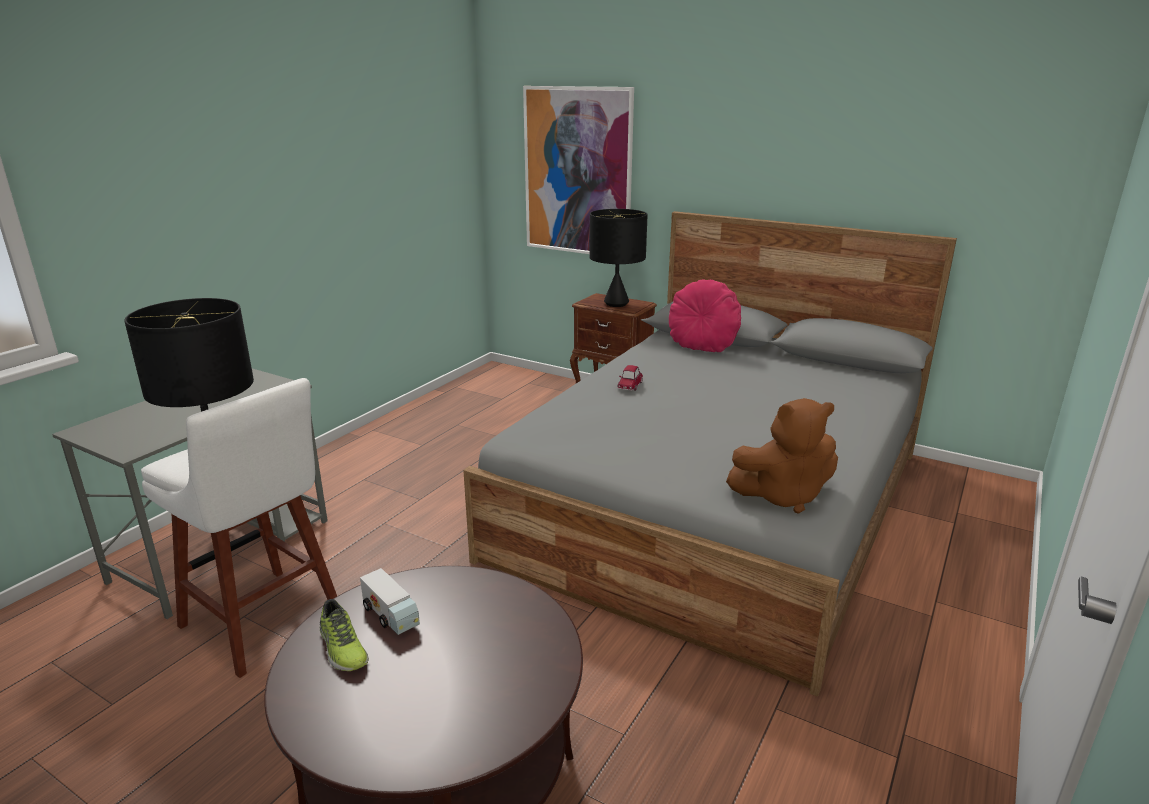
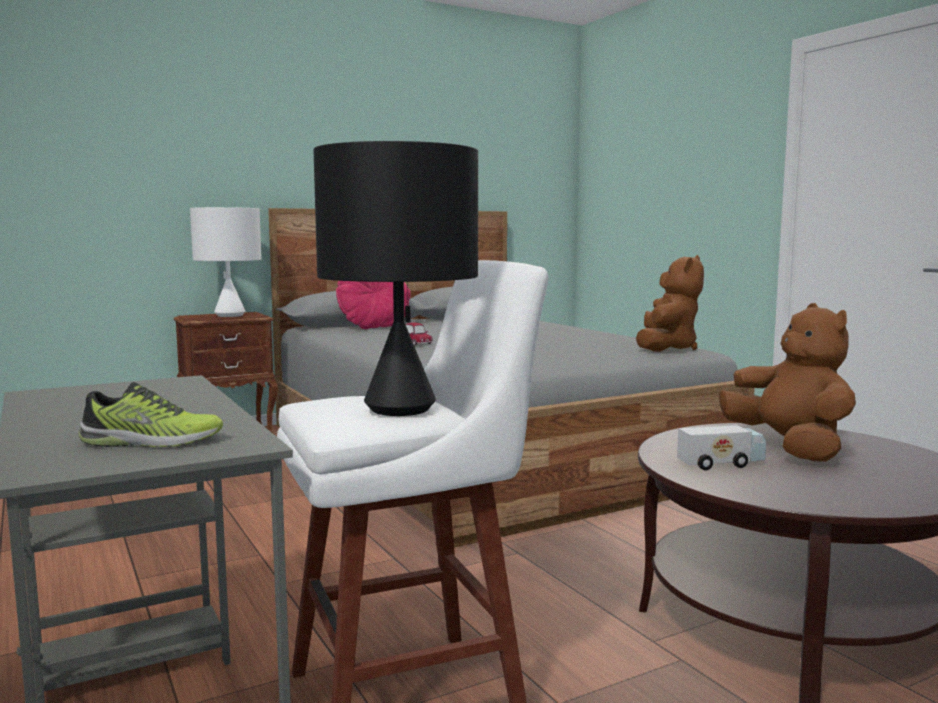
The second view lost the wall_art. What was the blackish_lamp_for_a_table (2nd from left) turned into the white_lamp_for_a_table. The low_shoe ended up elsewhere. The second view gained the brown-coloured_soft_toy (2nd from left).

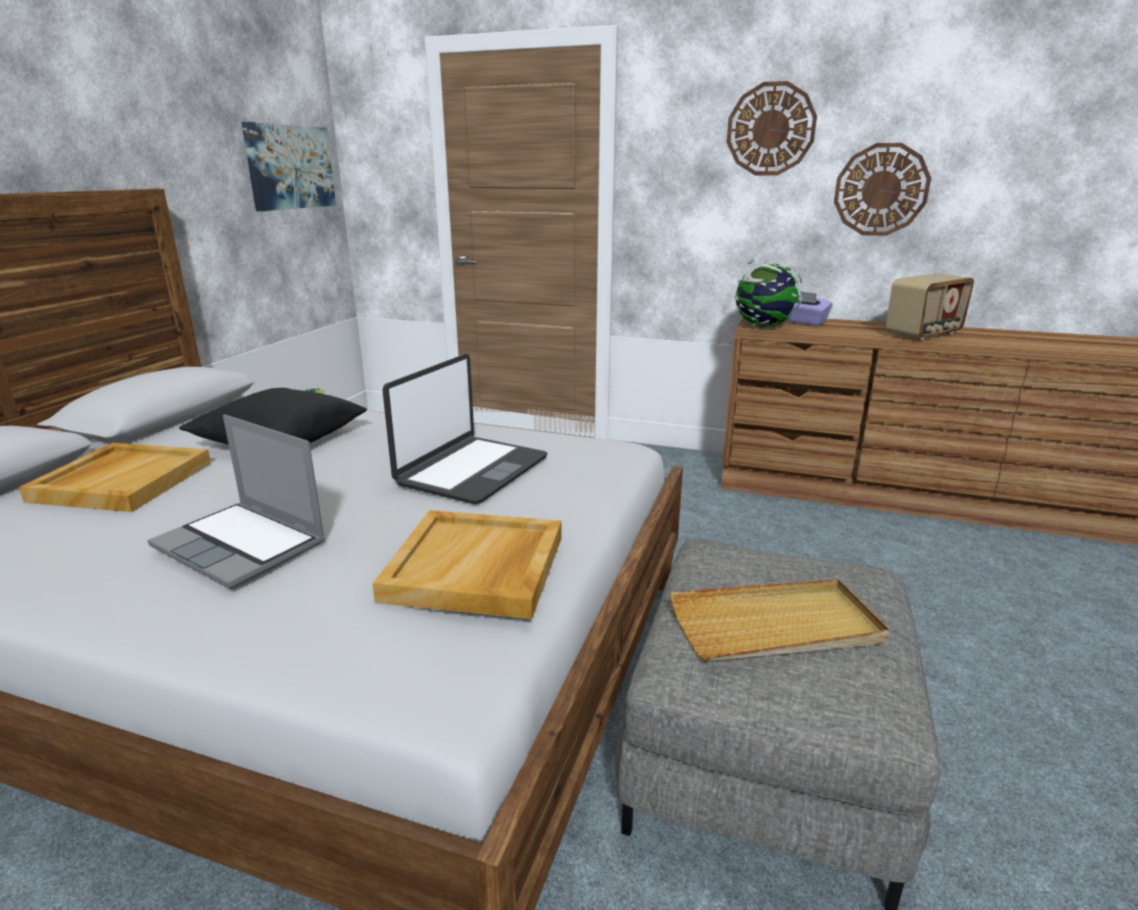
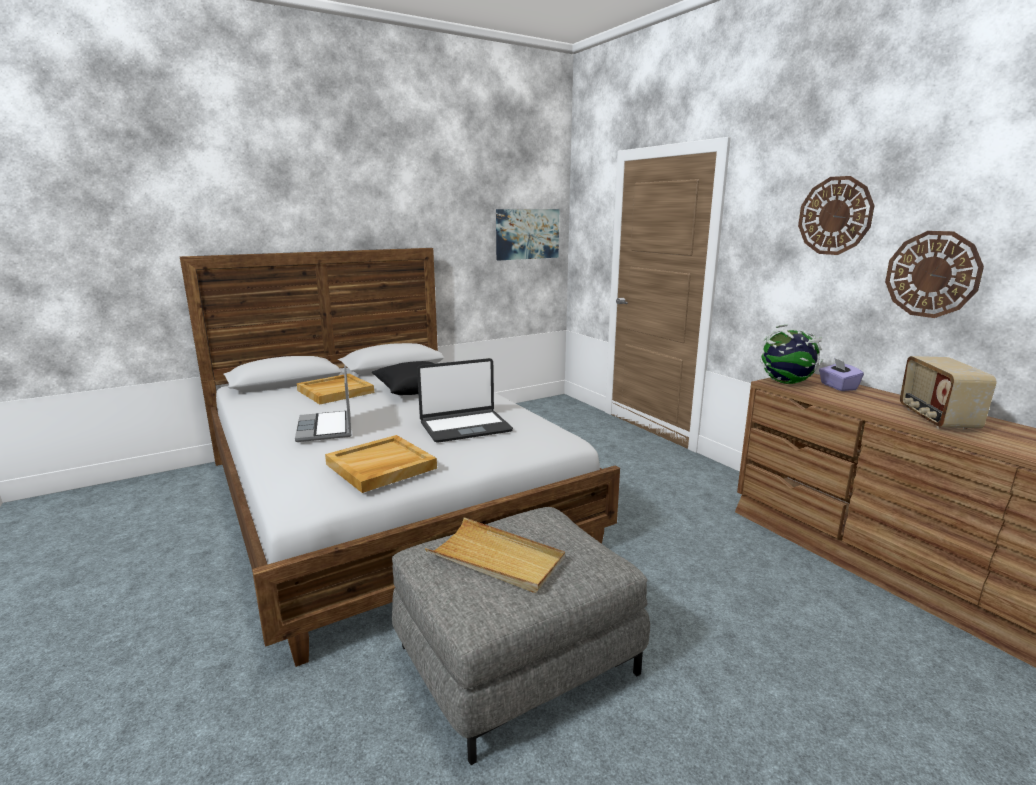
The radio_set ended up facing another way, 90 degrees clockwise from before.

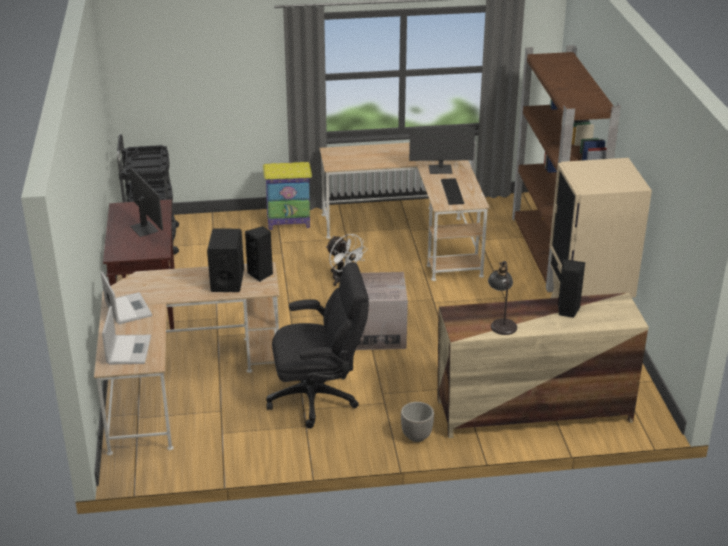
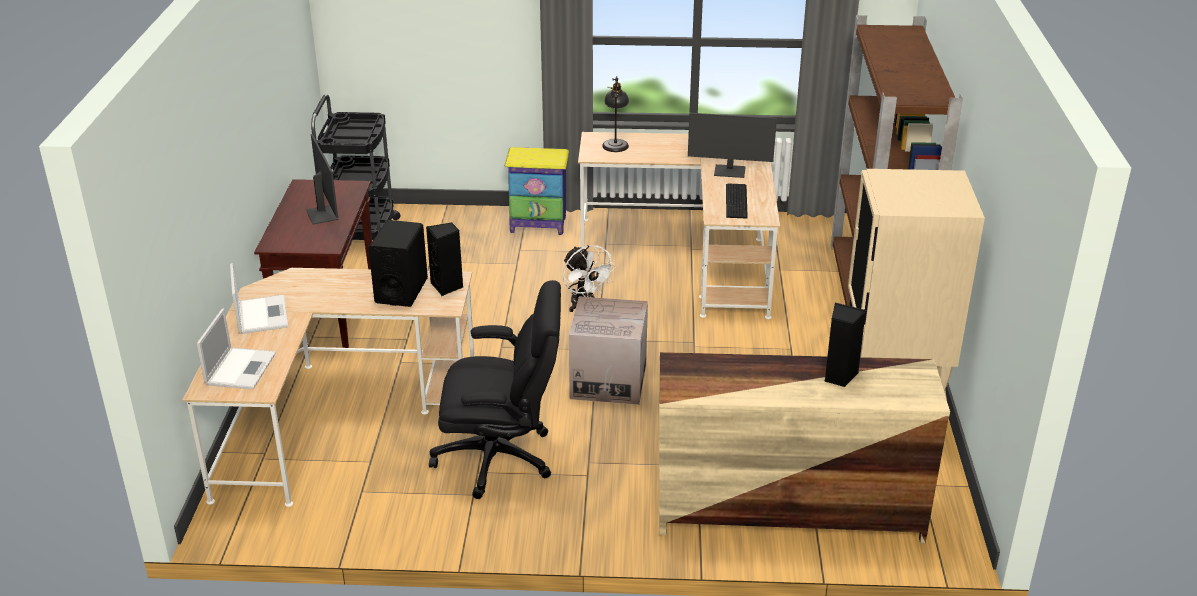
The grey_lamp_for_a_table ended up elsewhere. The second view lost the flower_pot.

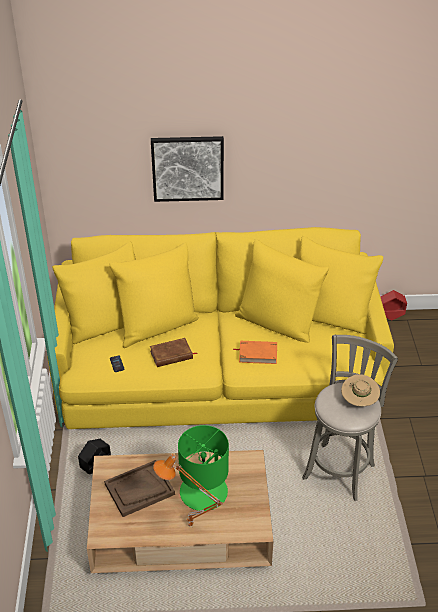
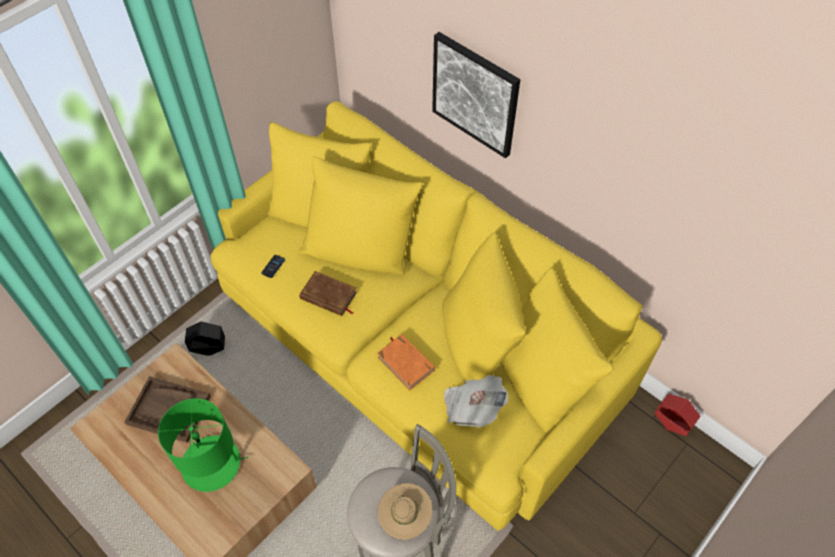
The second view lost the orange-coloured_lamp_for_a_table. The second view gained the printed_paper.

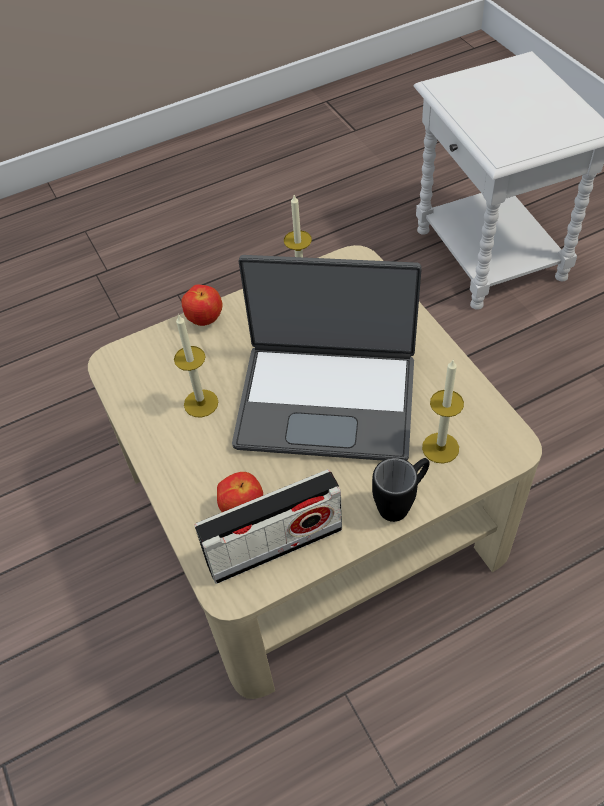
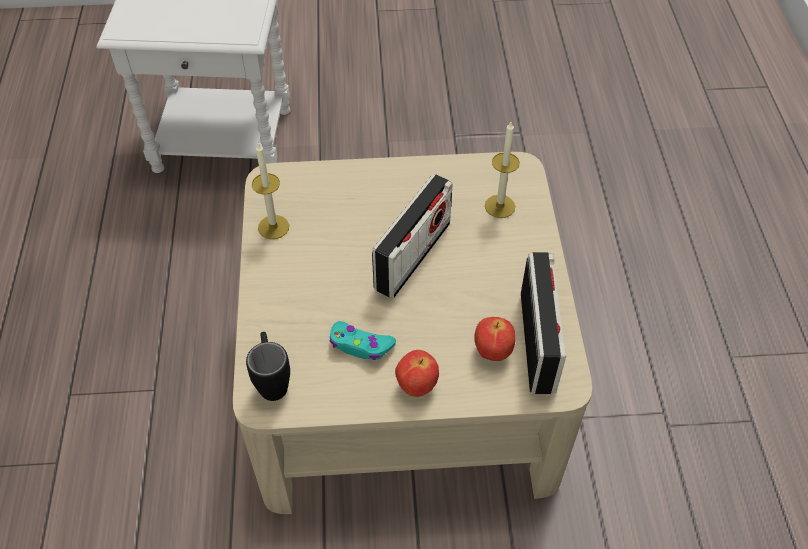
Where the laptop stood, the radio_set (1st from left) came to stand. The apple_fruit (1st from left) ended up elsewhere. Where the wax_candle (1st from left) stood, the turquoise_gamepad came to stand. The blackish_mug ended up elsewhere.

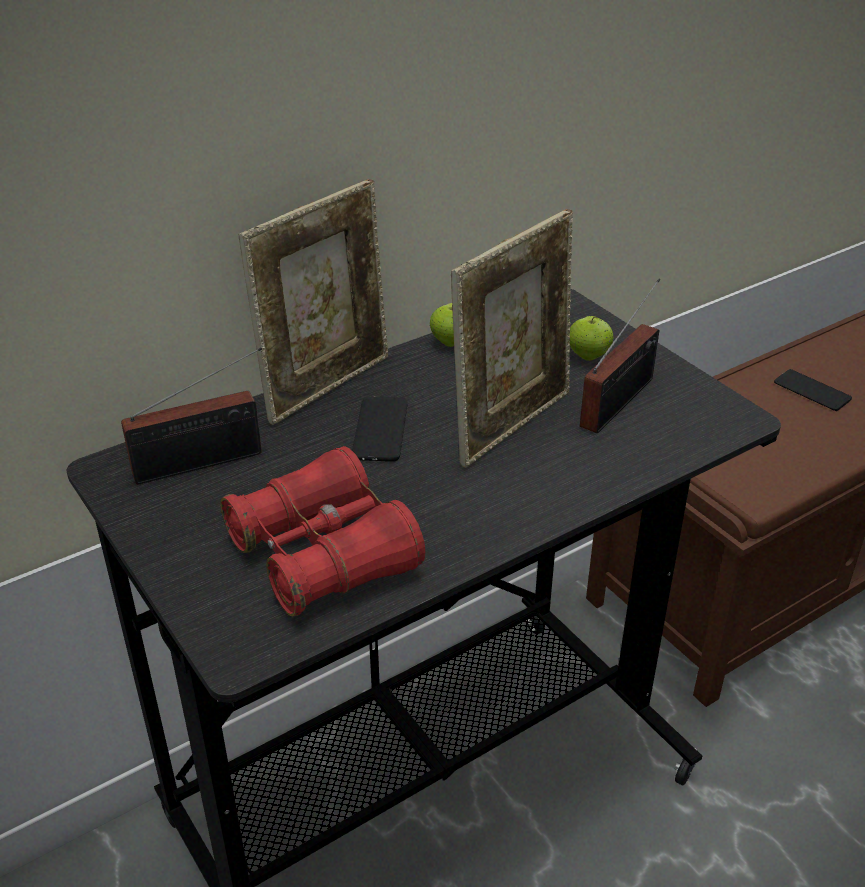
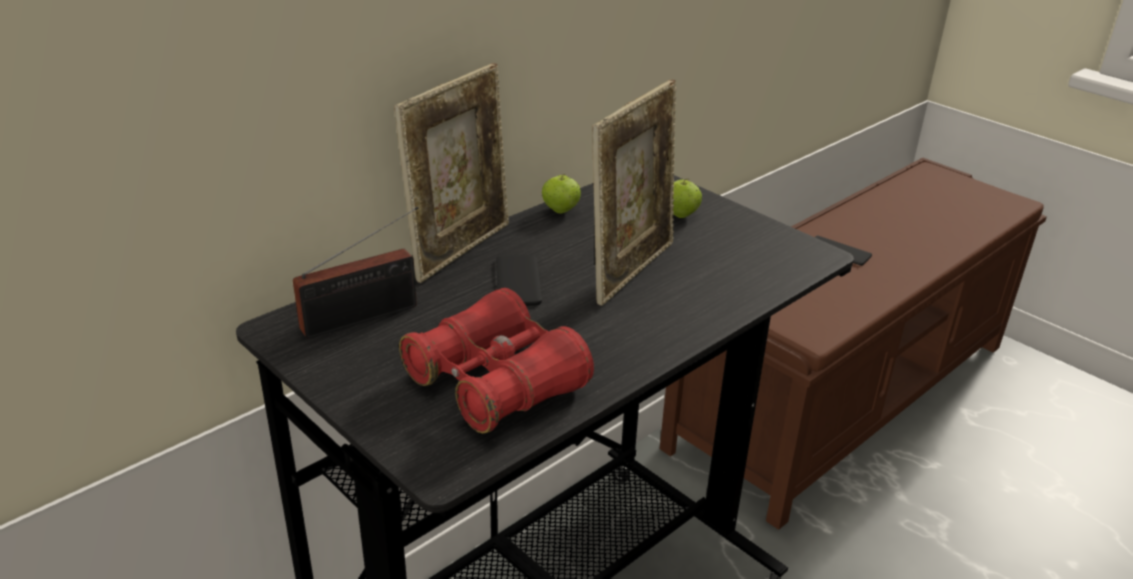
The second view lost the radio_set (2nd from left).

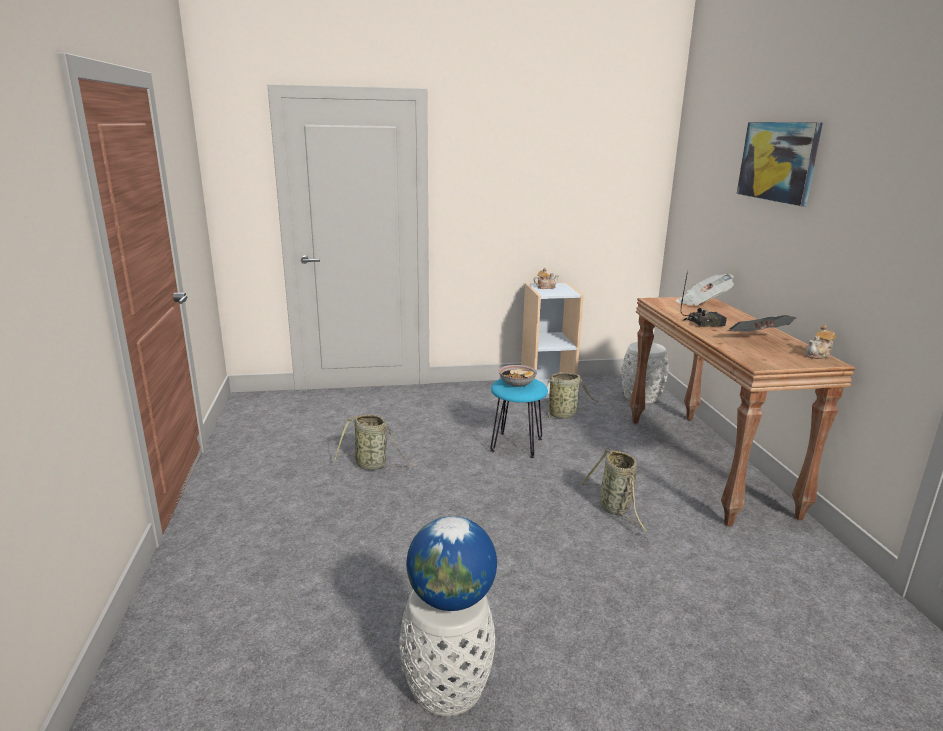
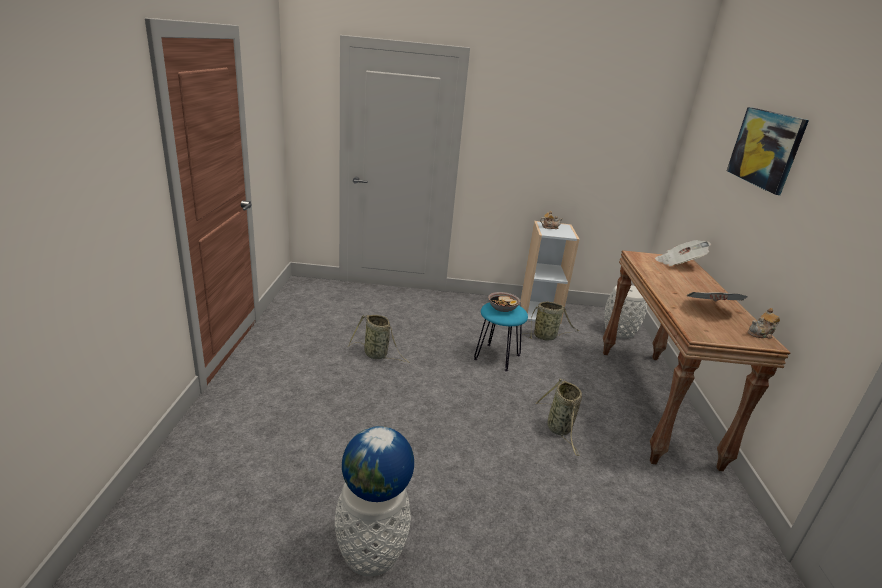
The second view lost the radio_set.

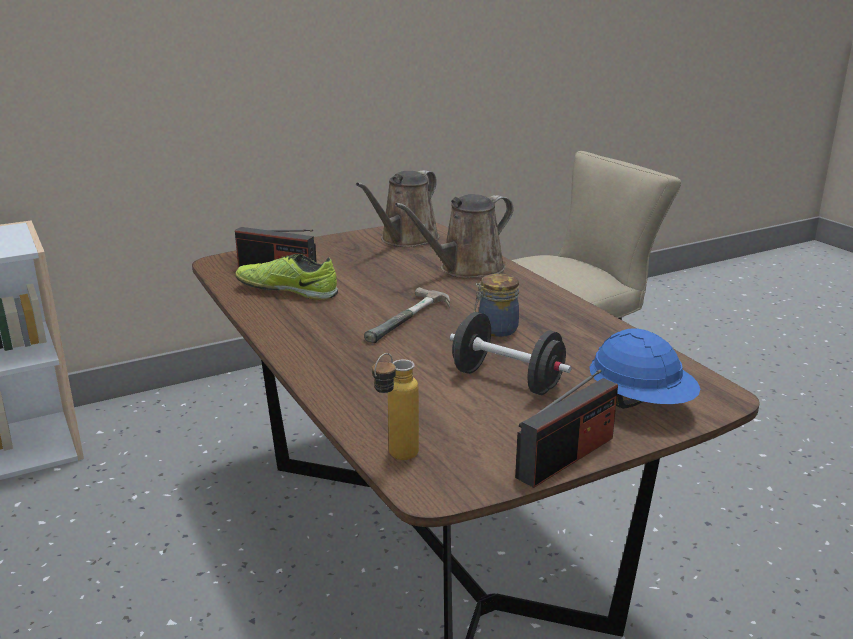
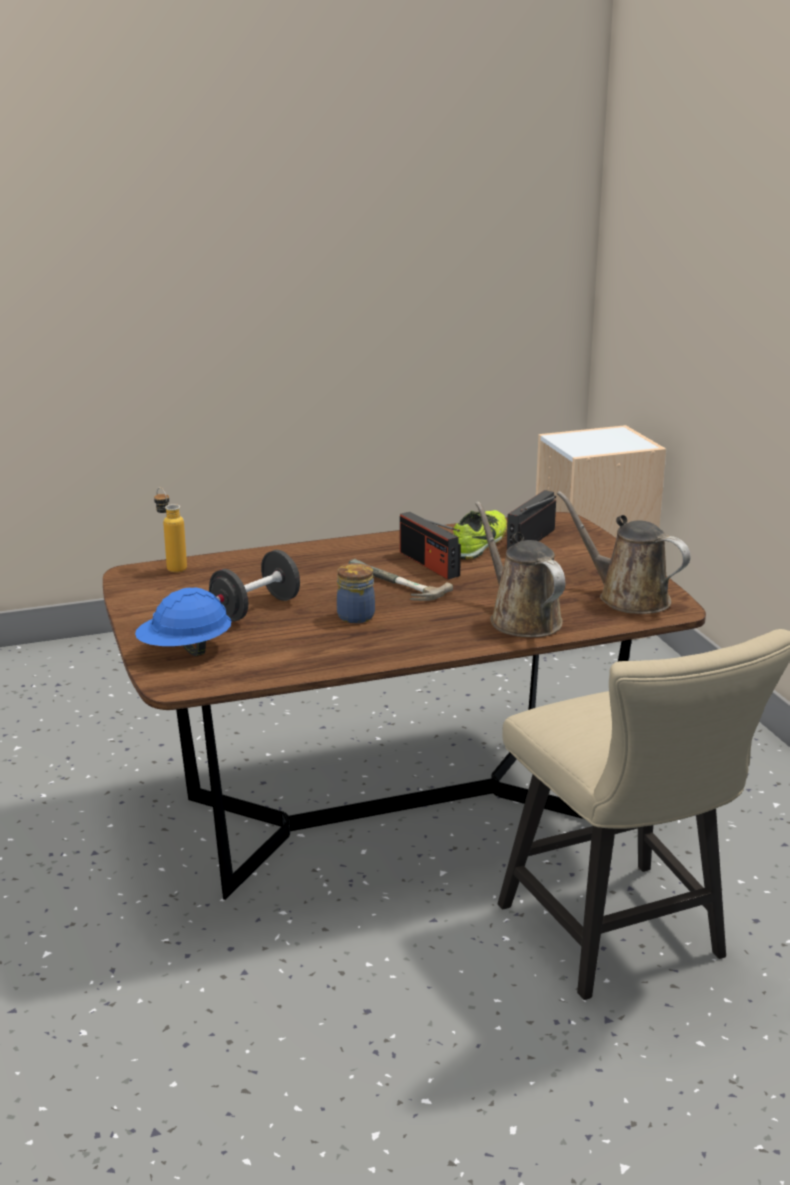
The radio_set (2nd from left in the first image) ended up elsewhere.

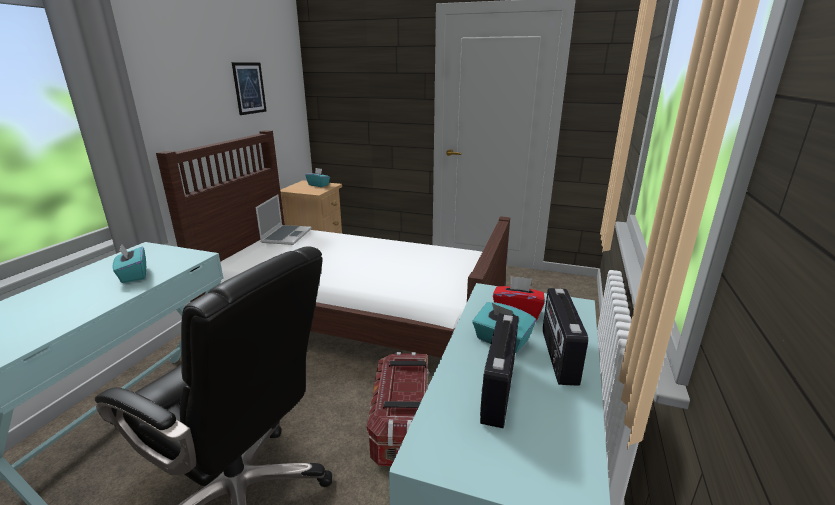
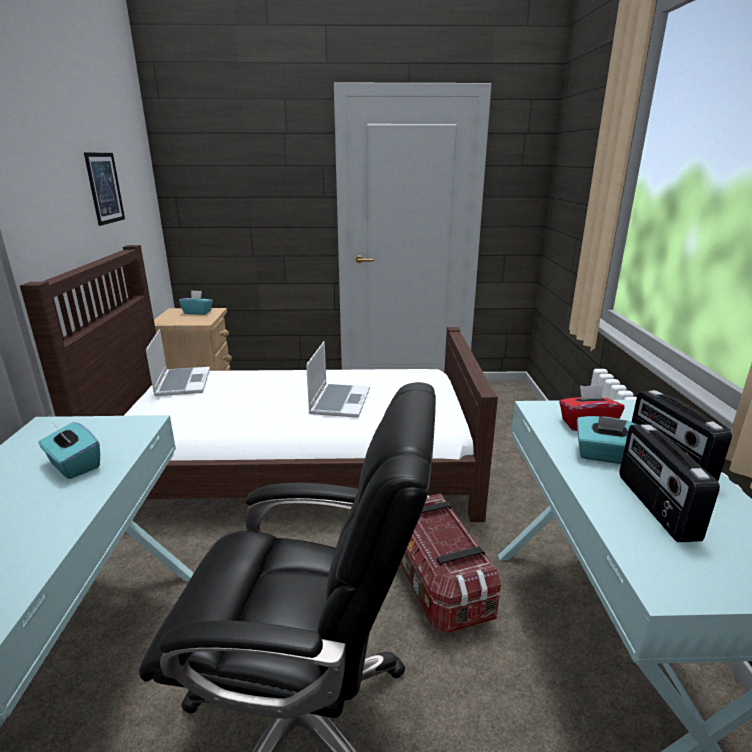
The second view gained the laptop (2nd from left).

